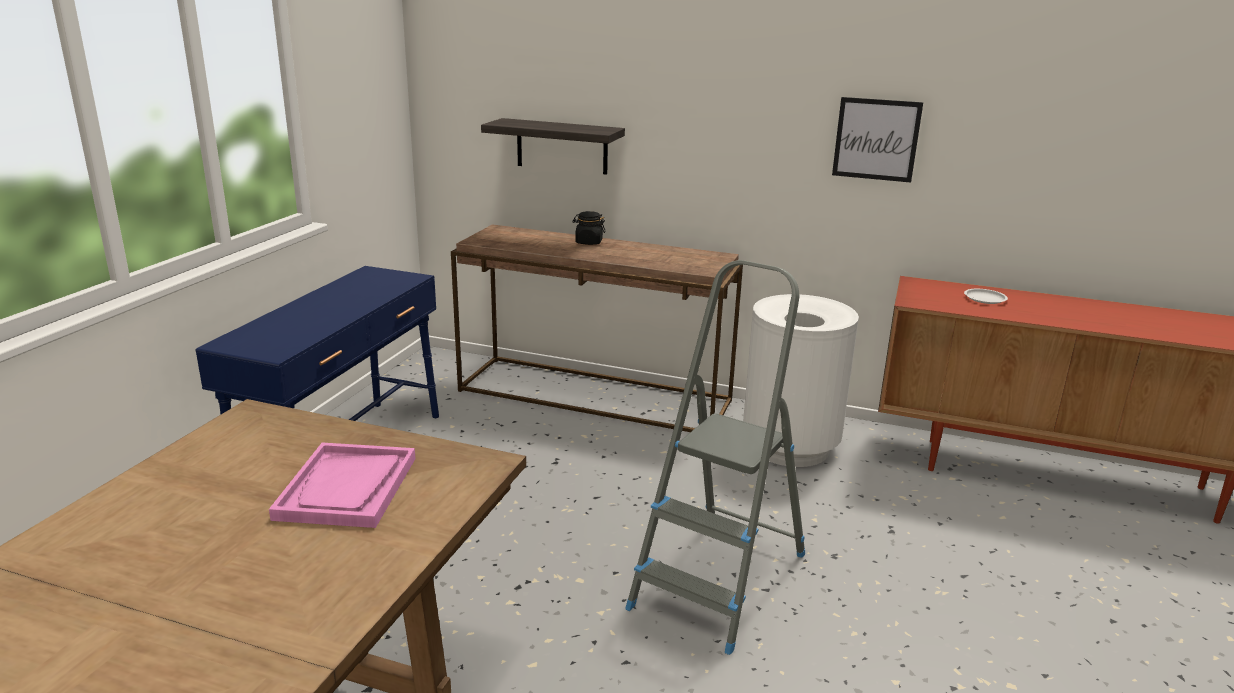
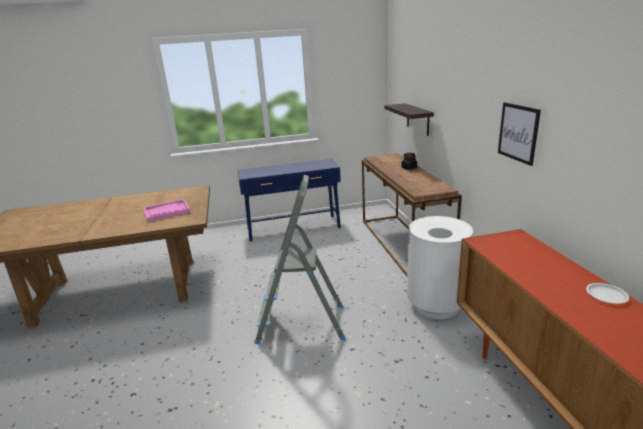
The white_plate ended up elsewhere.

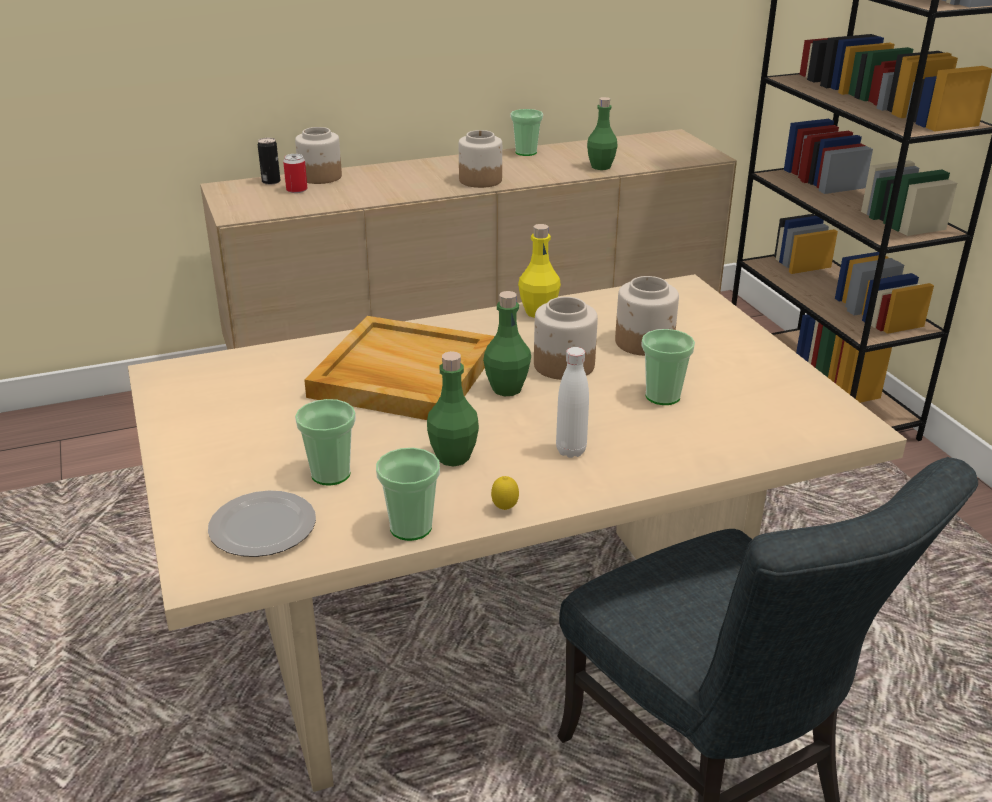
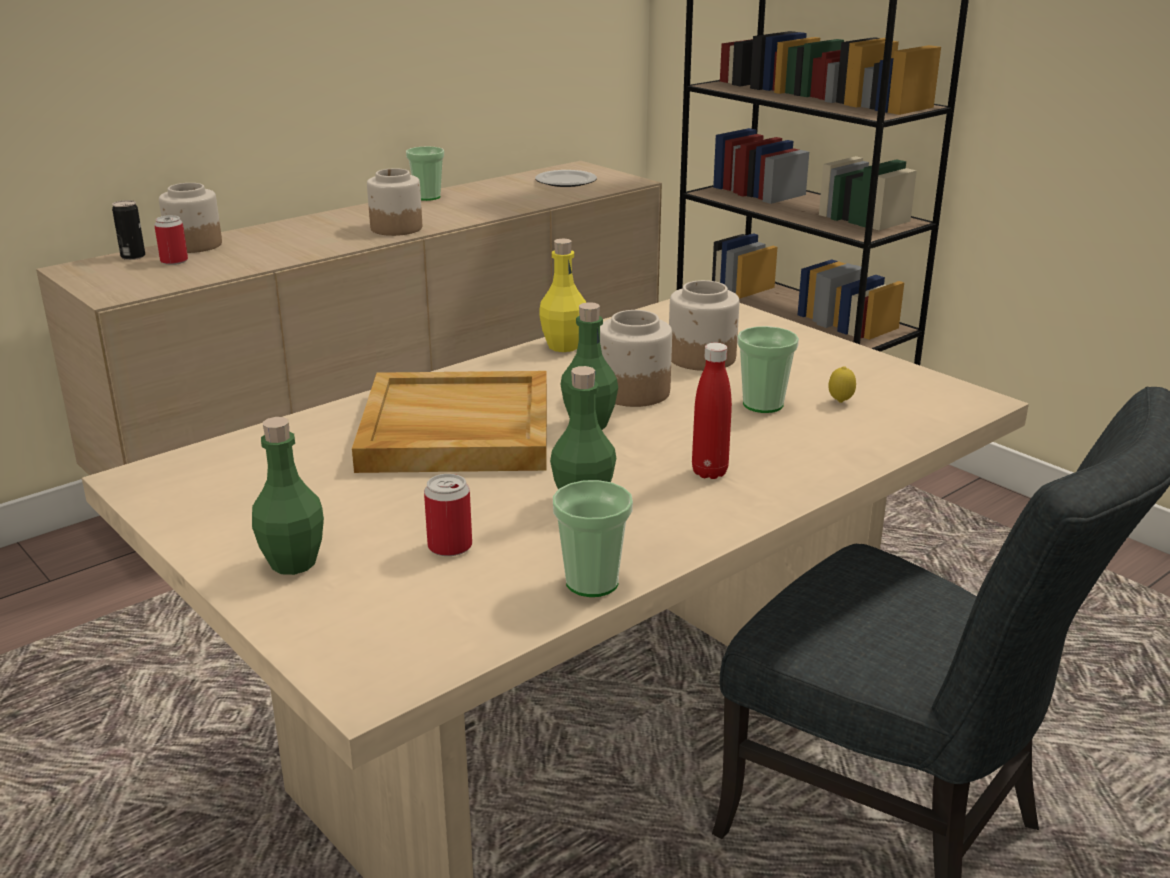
The green-coloured_beverage_bottle (3rd from left in the first image) ended up elsewhere. What was the white_beverage_bottle turned into the reddish_beverage_bottle. Where the cup (1st from left) stood, the sealed_can (3rd from left) came to stand. The citrus_fruit ended up elsewhere. The plate ended up elsewhere.

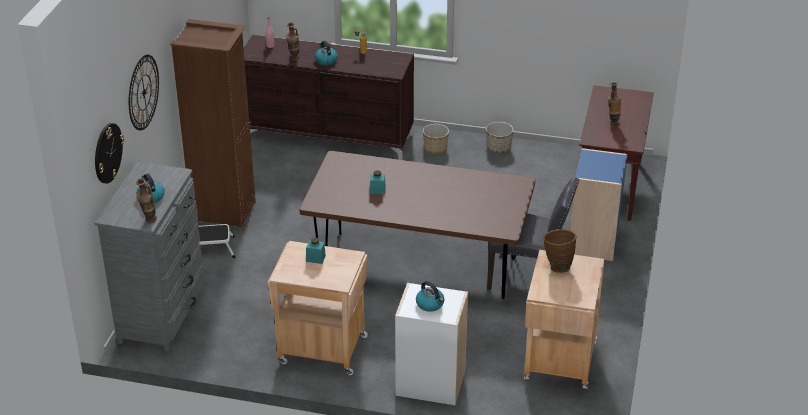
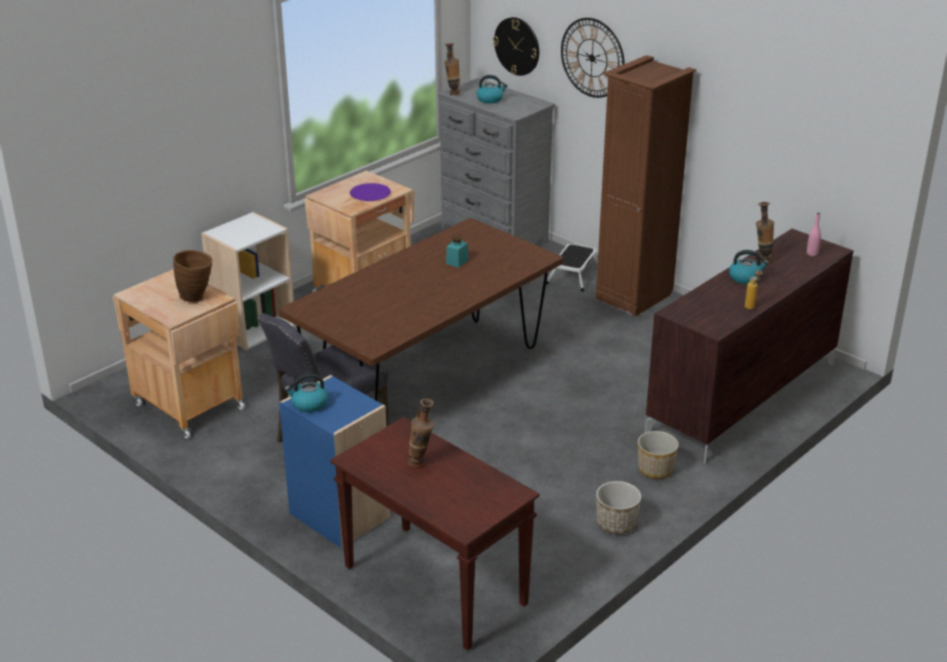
Where the turquoise_preserve_jar (1st from left) stood, the purplish_plate came to stand. The kettle (3rd from left in the first image) ended up elsewhere.

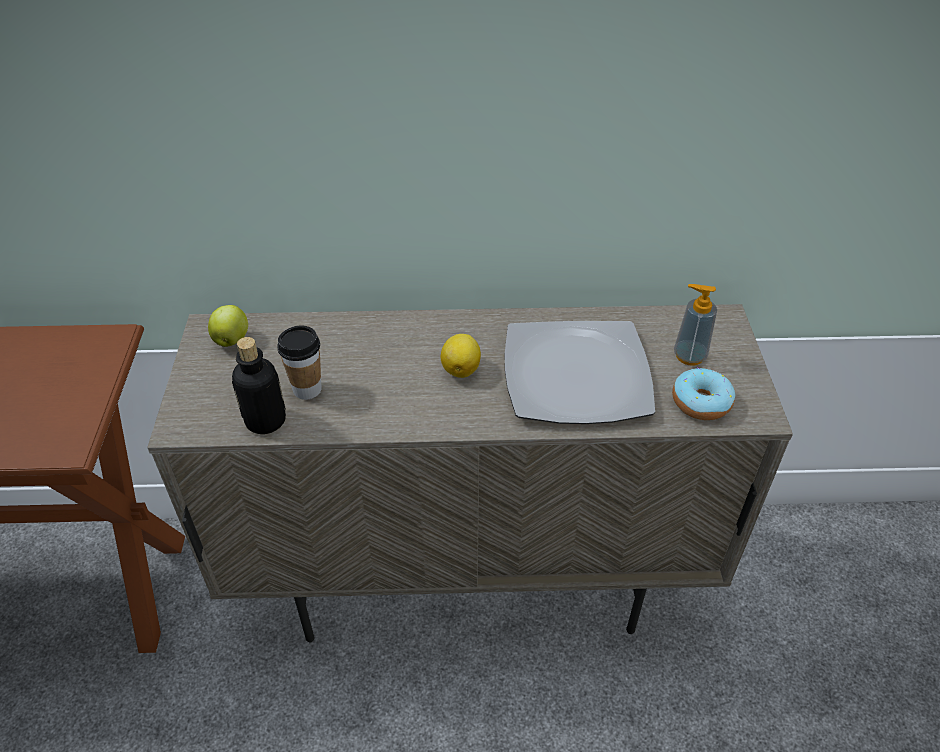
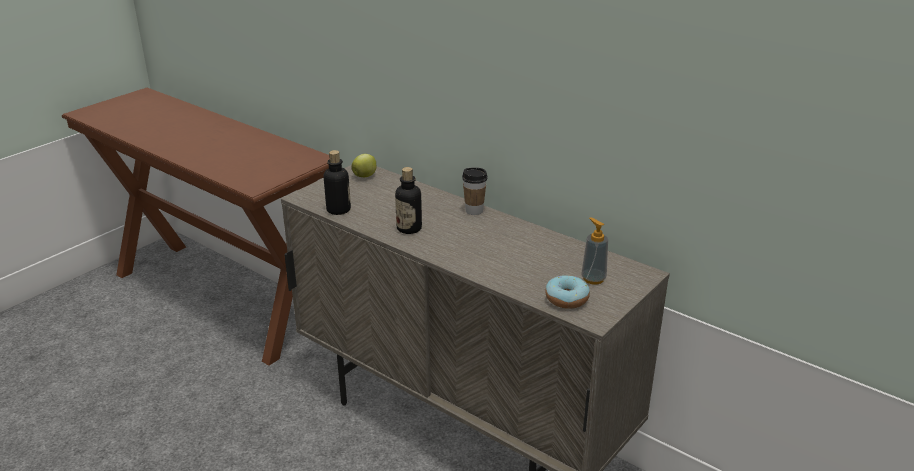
The second view lost the plate. The cup ended up elsewhere. The second view lost the citrus_fruit. The second view gained the beverage_bottle (2nd from left).

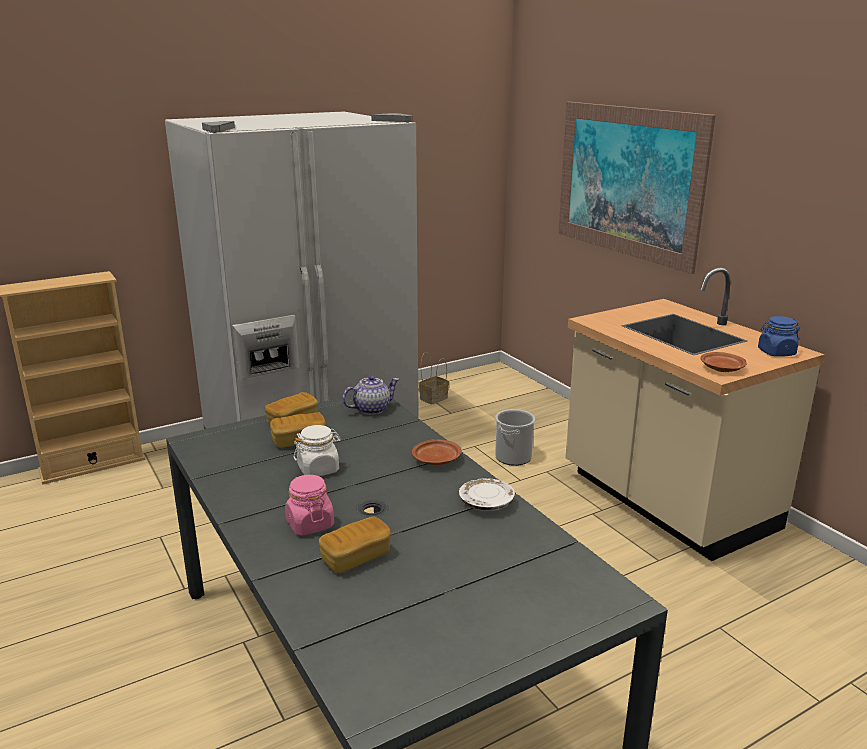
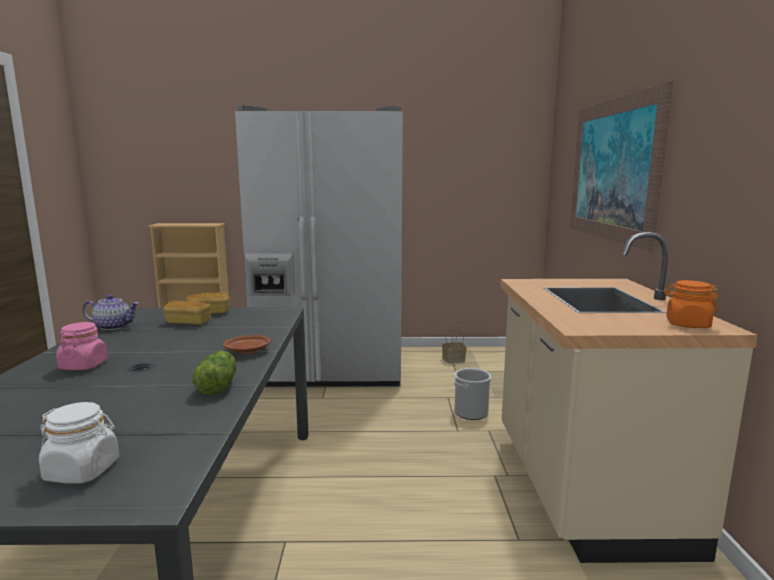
What was the blue_preserve_jar turned into the orange-coloured_preserve_jar. The second view lost the brown-coloured_plate (2nd from left). The tea_pot ended up elsewhere. The white_preserve_jar ended up elsewhere. Where the white_plate stood, the lettuce came to stand. The second view lost the bakery_bread (3rd from left).

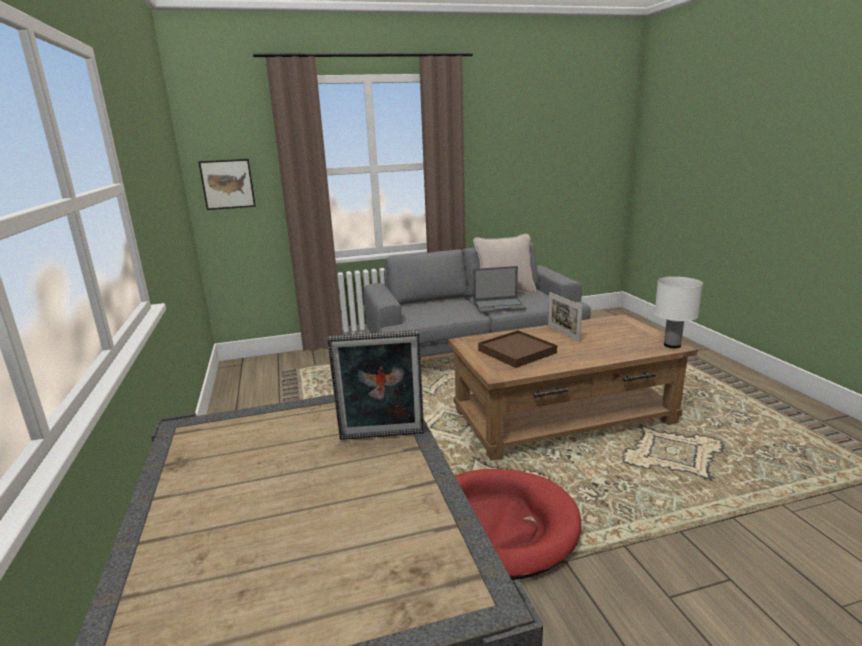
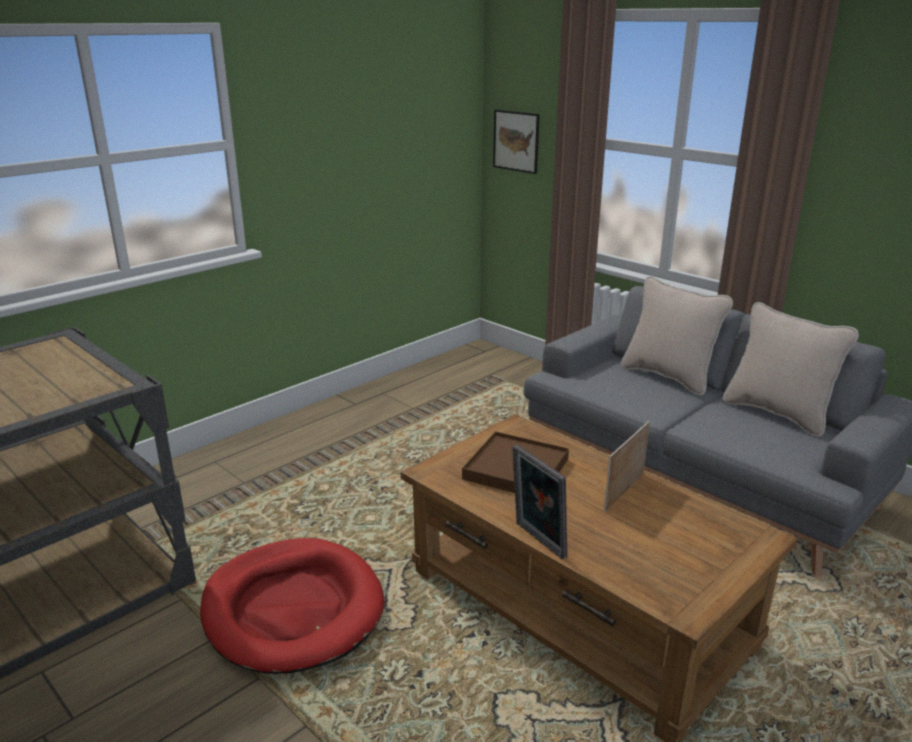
The second view lost the laptop. The second view lost the white_lamp_for_a_table. The photo_frame (1st from left) ended up elsewhere. The second view gained the sand-coloured_throw_pillow (1st from left).

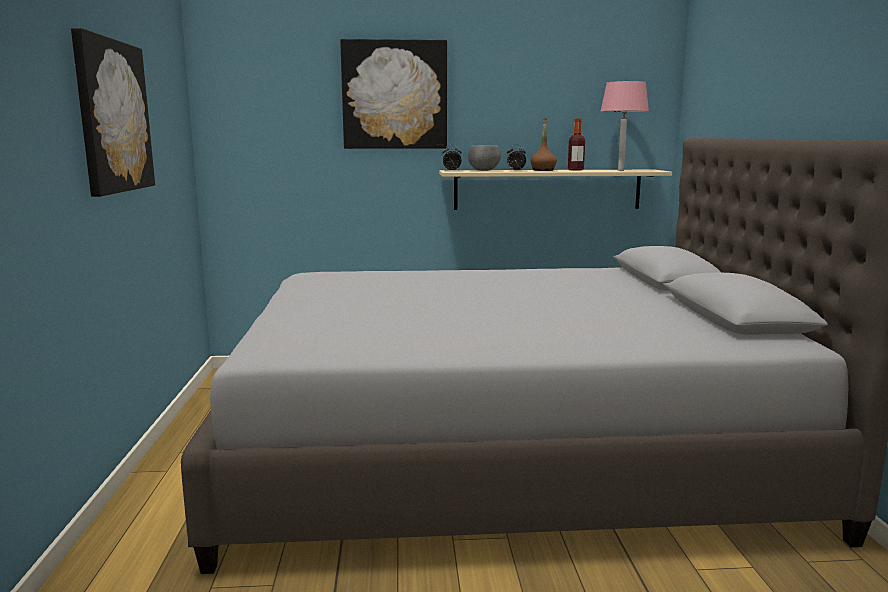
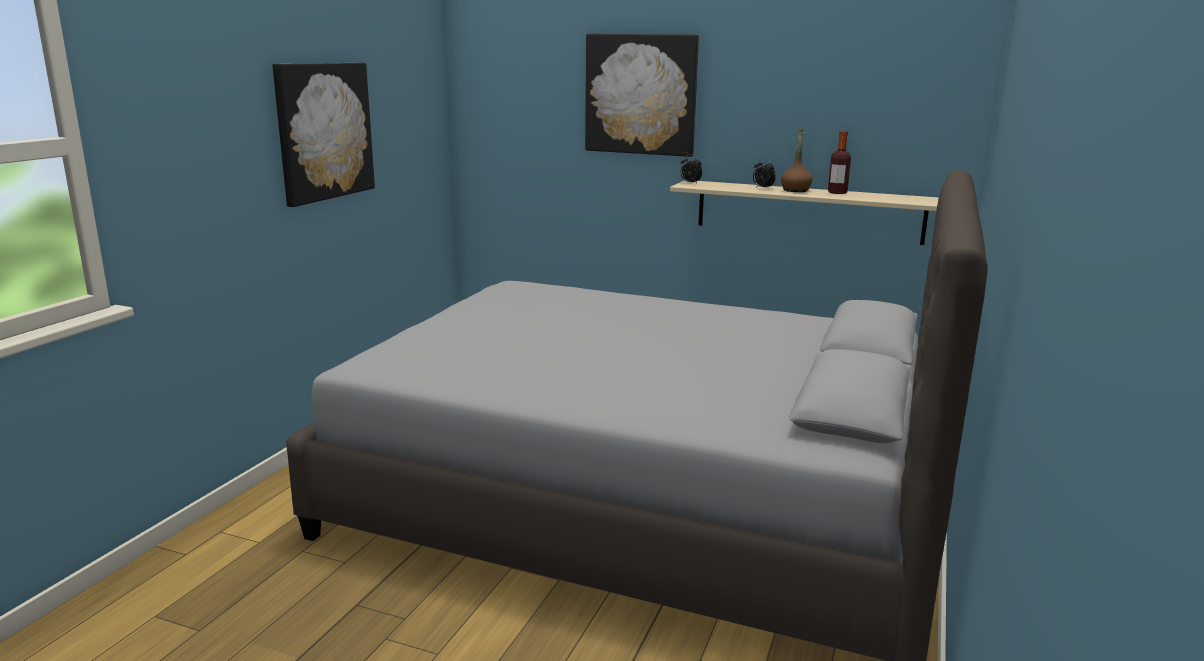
The second view lost the pink-coloured_lamp_for_a_table. The second view lost the grey_deep_dish.

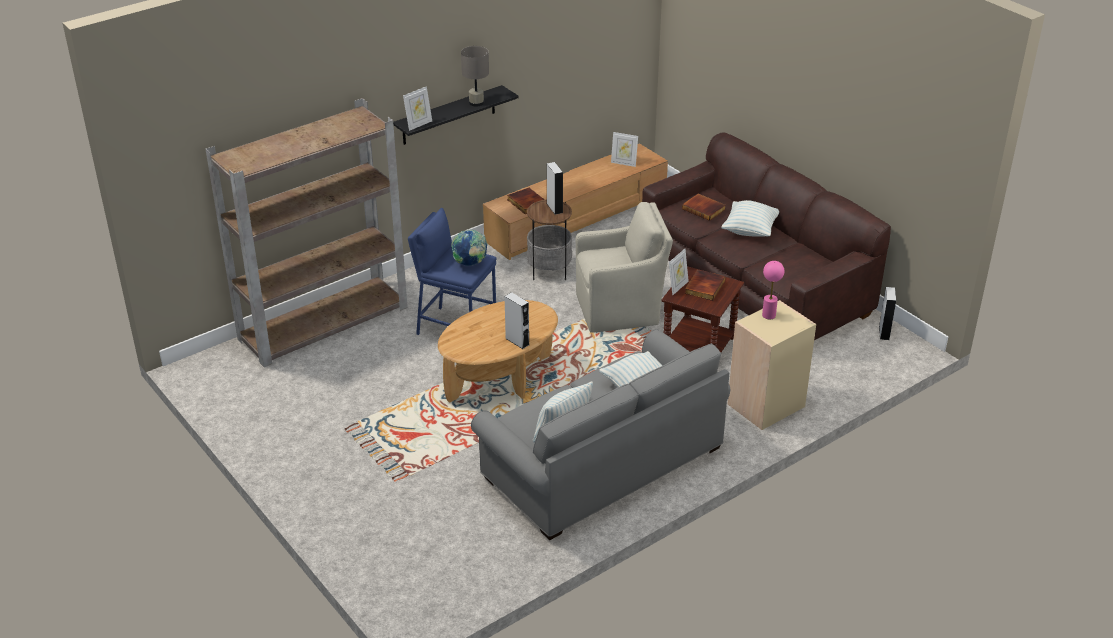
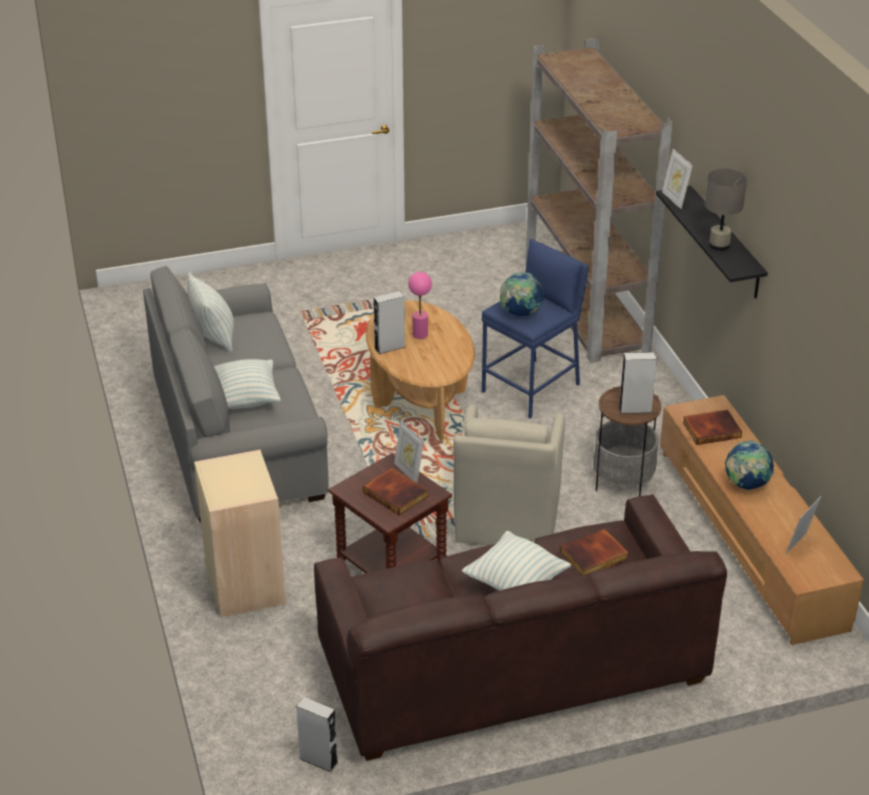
The pink-coloured_lamp_for_a_table ended up elsewhere. The second view gained the globe (2nd from left).

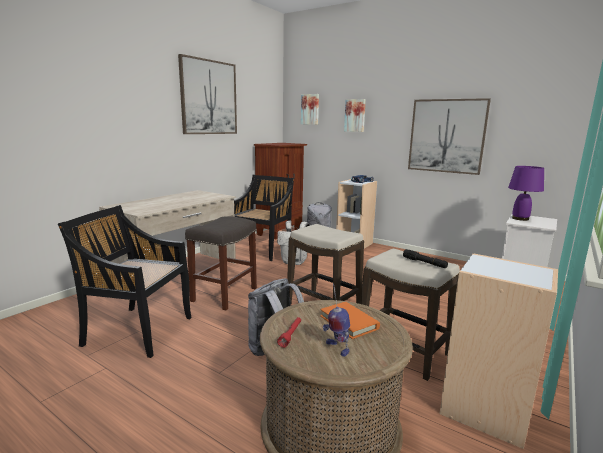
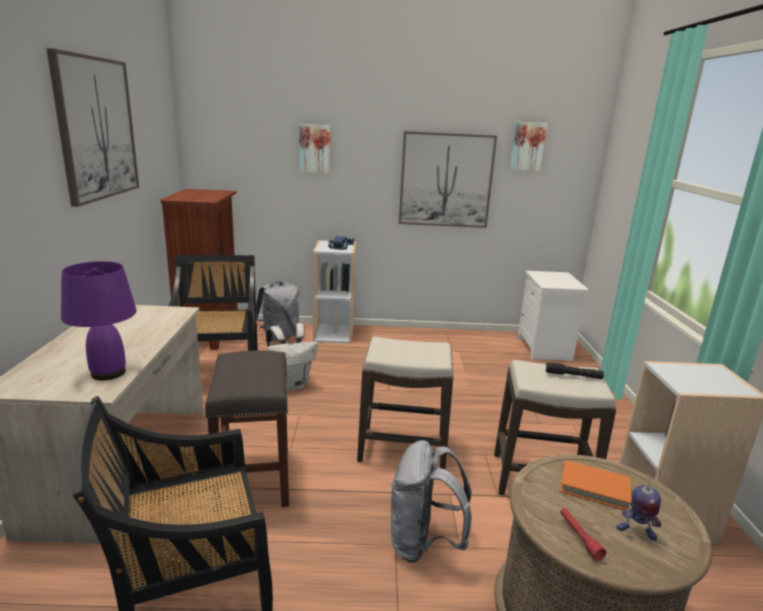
The wall_art (2nd from left in the first image) ended up elsewhere. The purplish_lamp_for_a_table ended up elsewhere.

